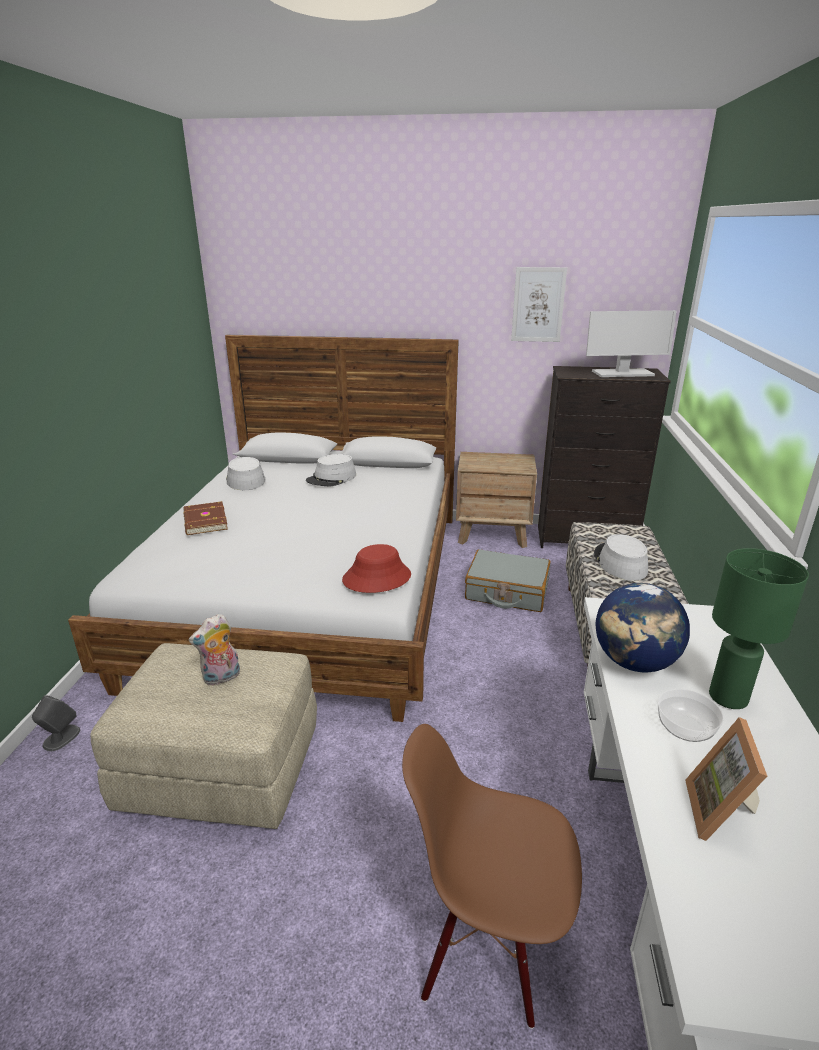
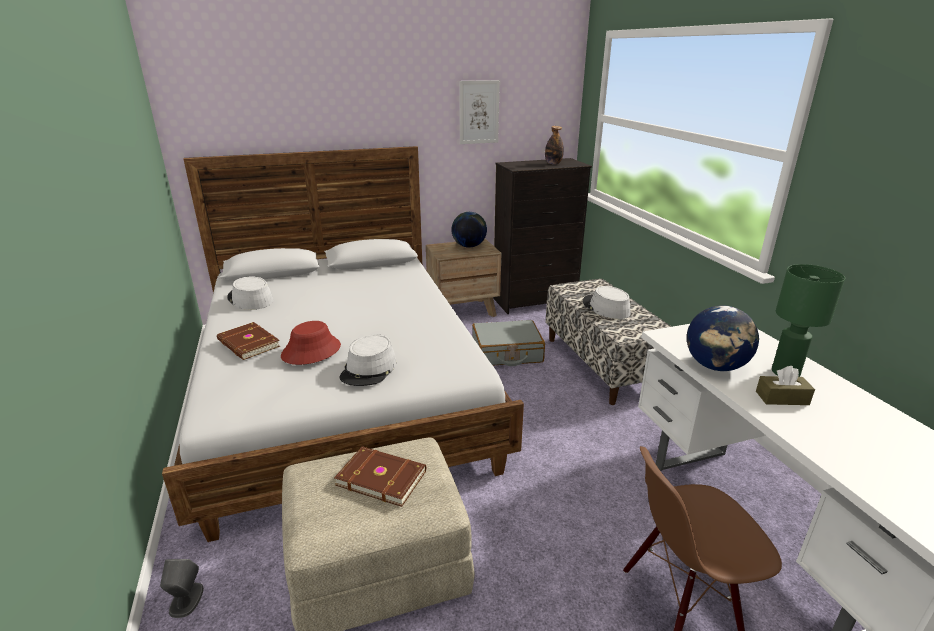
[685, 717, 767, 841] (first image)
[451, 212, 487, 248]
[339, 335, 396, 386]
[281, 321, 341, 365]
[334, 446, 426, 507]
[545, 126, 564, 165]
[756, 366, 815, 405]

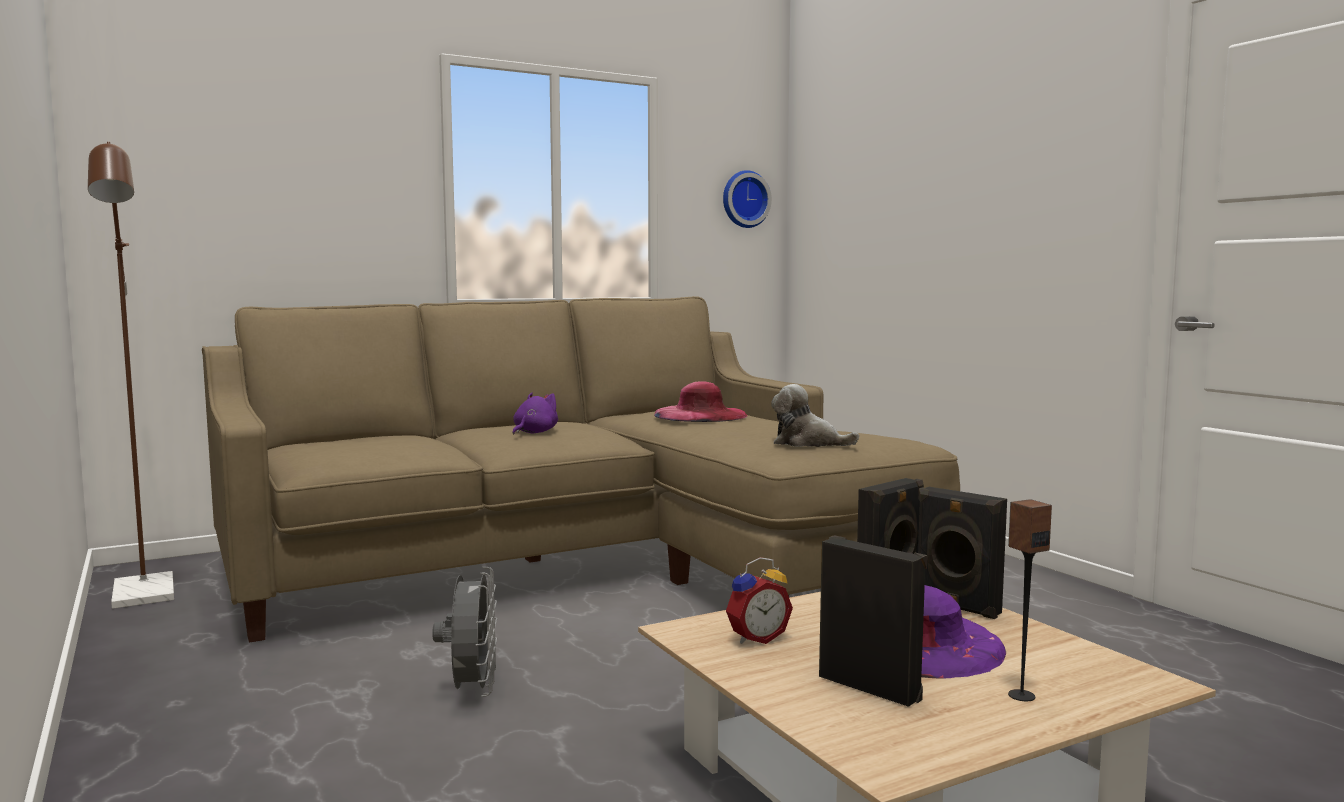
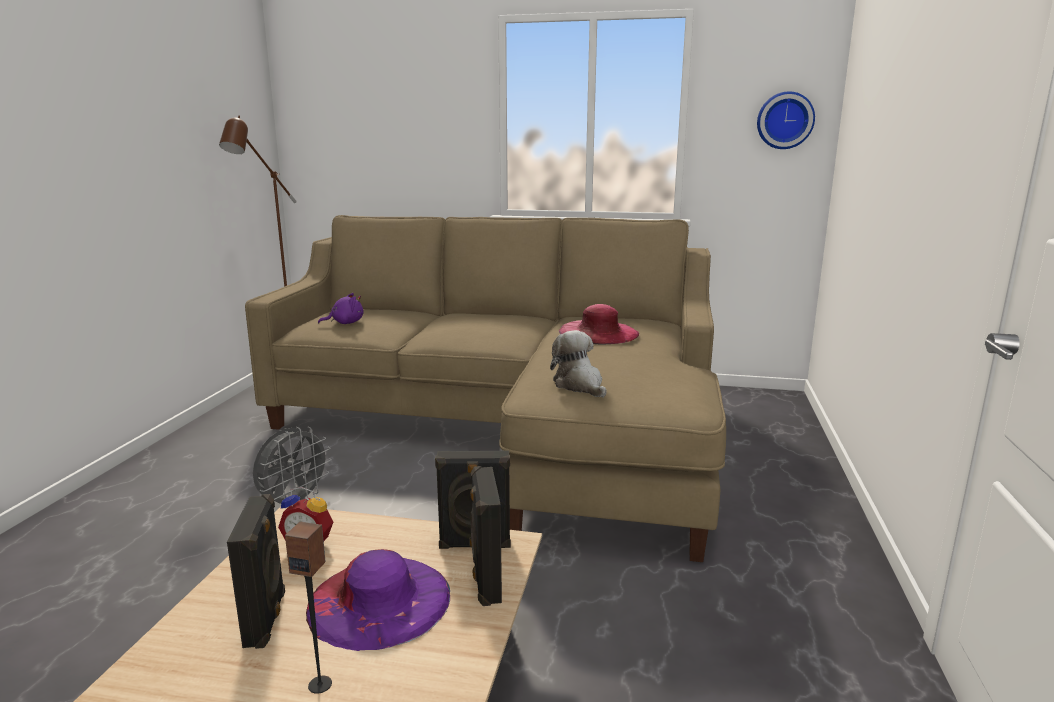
[318, 293, 364, 324]

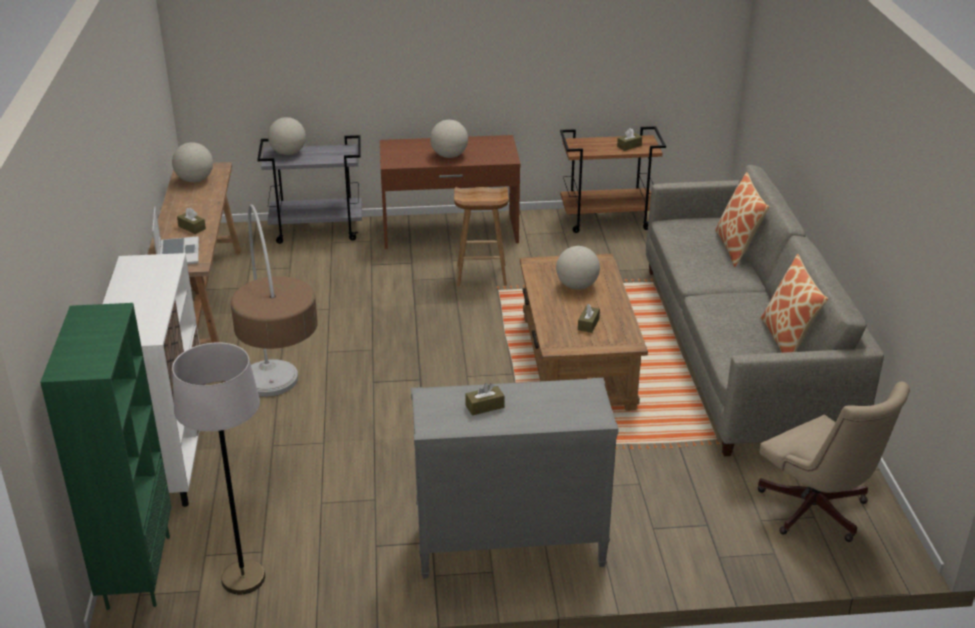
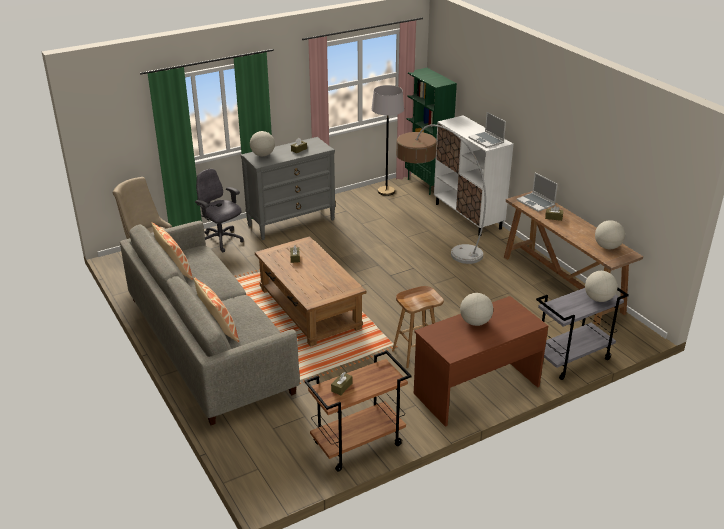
[195, 169, 244, 252]
[468, 112, 506, 148]
[250, 131, 275, 156]

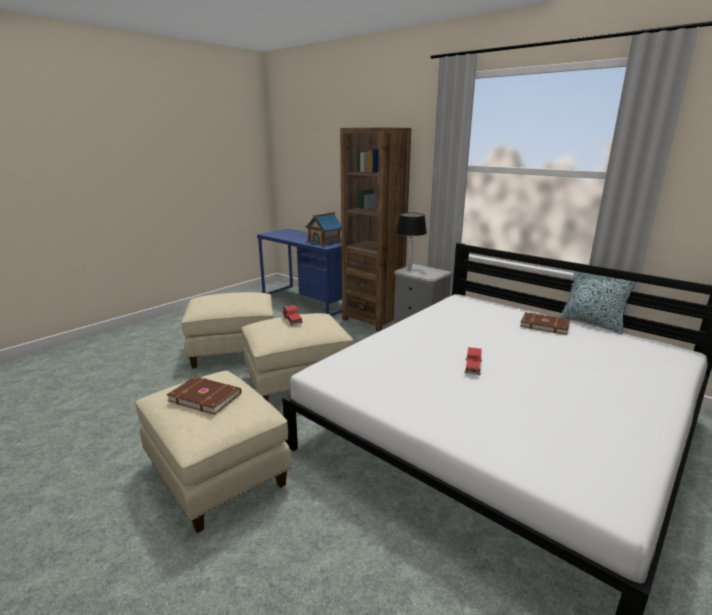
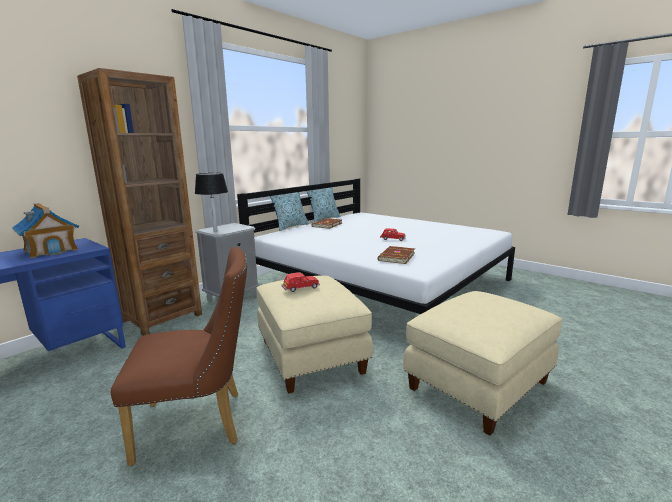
[270, 192, 309, 231]
[378, 246, 415, 264]
[111, 247, 247, 466]

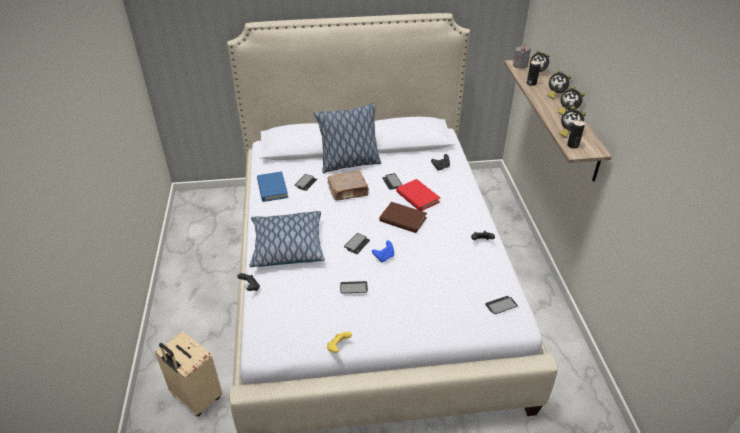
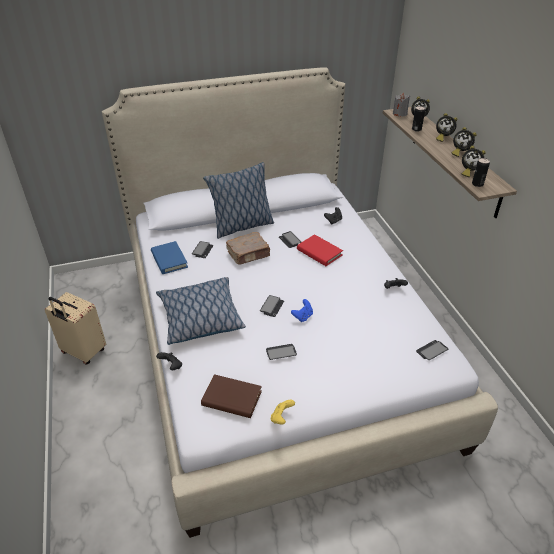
[44, 292, 106, 365]
[201, 374, 262, 418]

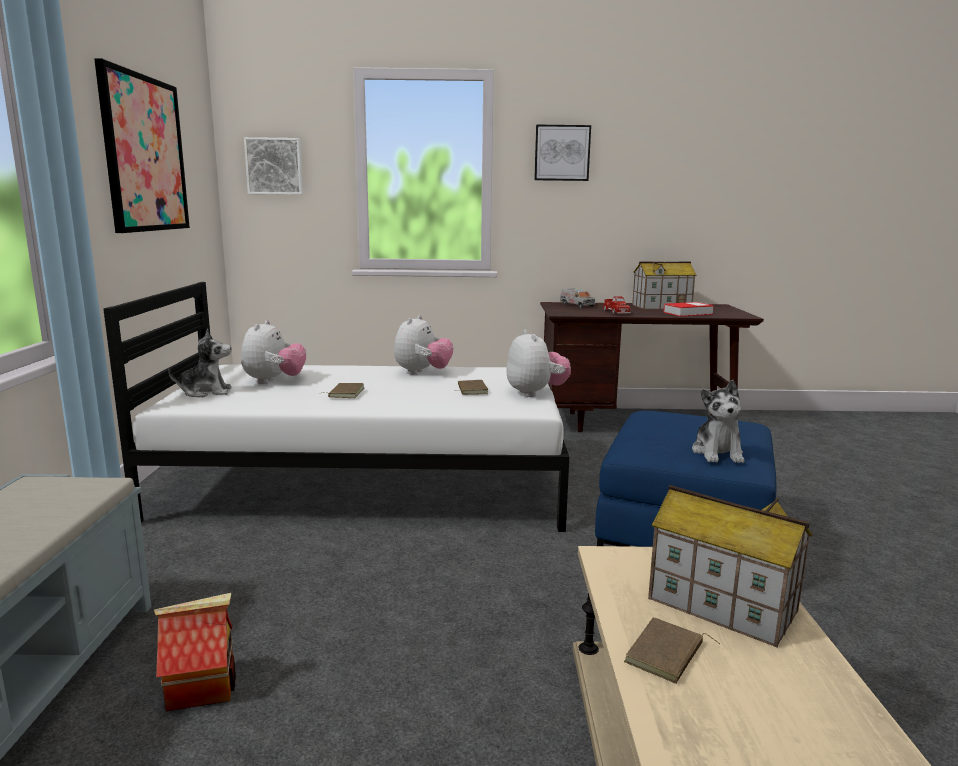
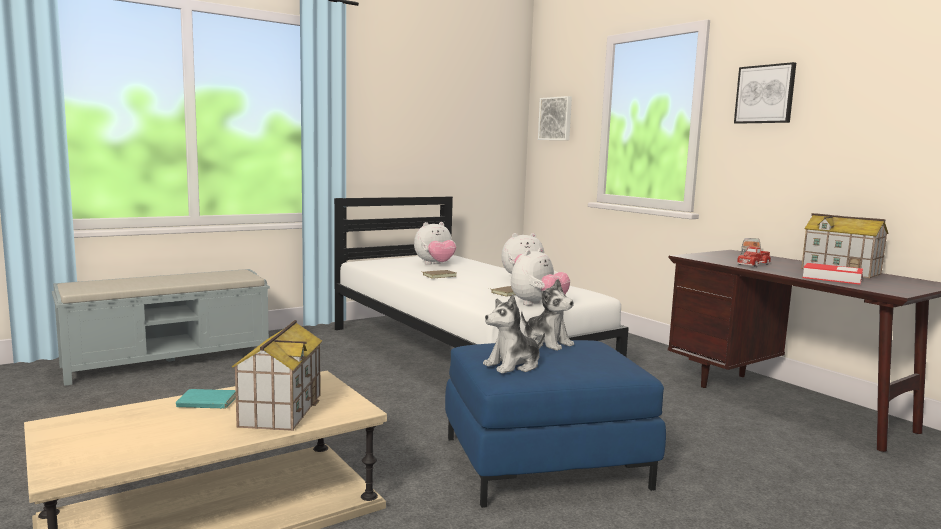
[94, 59, 190, 233] (first image)
[154, 593, 236, 711] (first image)
[521, 279, 574, 351]
[176, 389, 236, 409]

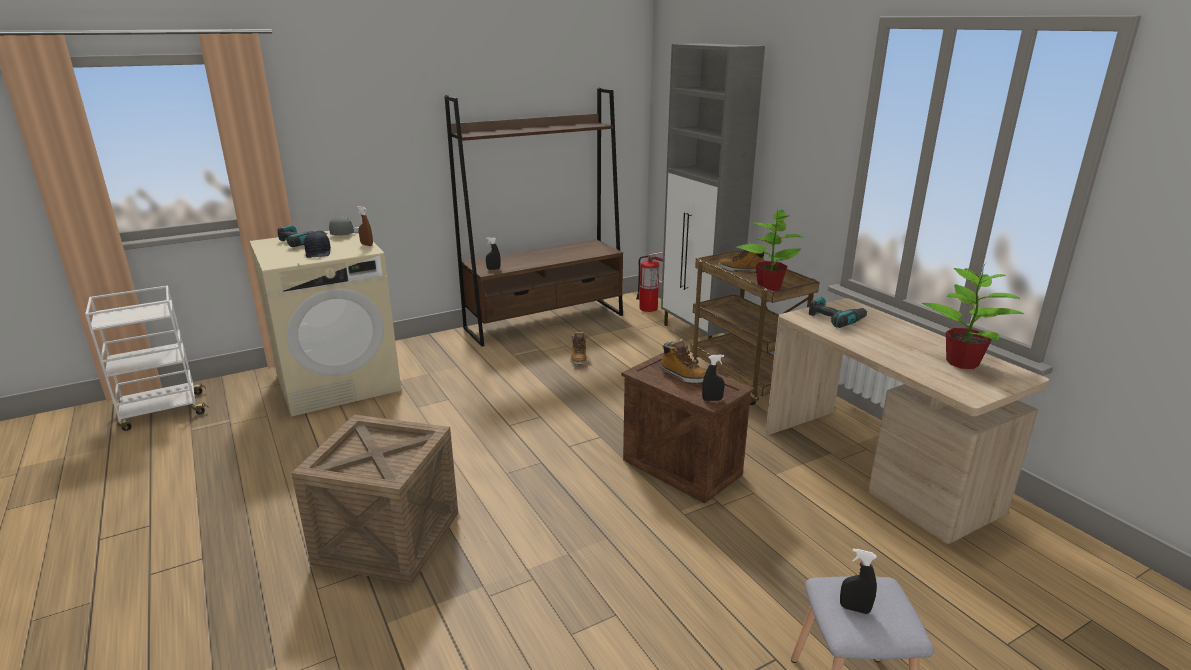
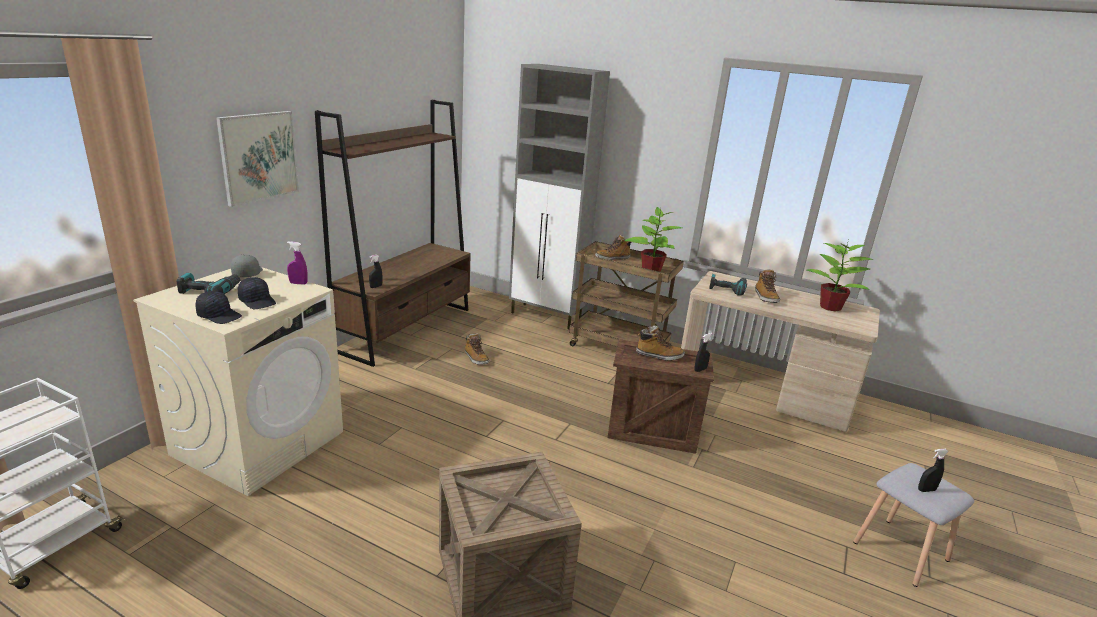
[636, 252, 663, 312] (first image)
[196, 291, 242, 324]
[216, 111, 299, 207]
[755, 269, 780, 303]
[287, 241, 308, 285]

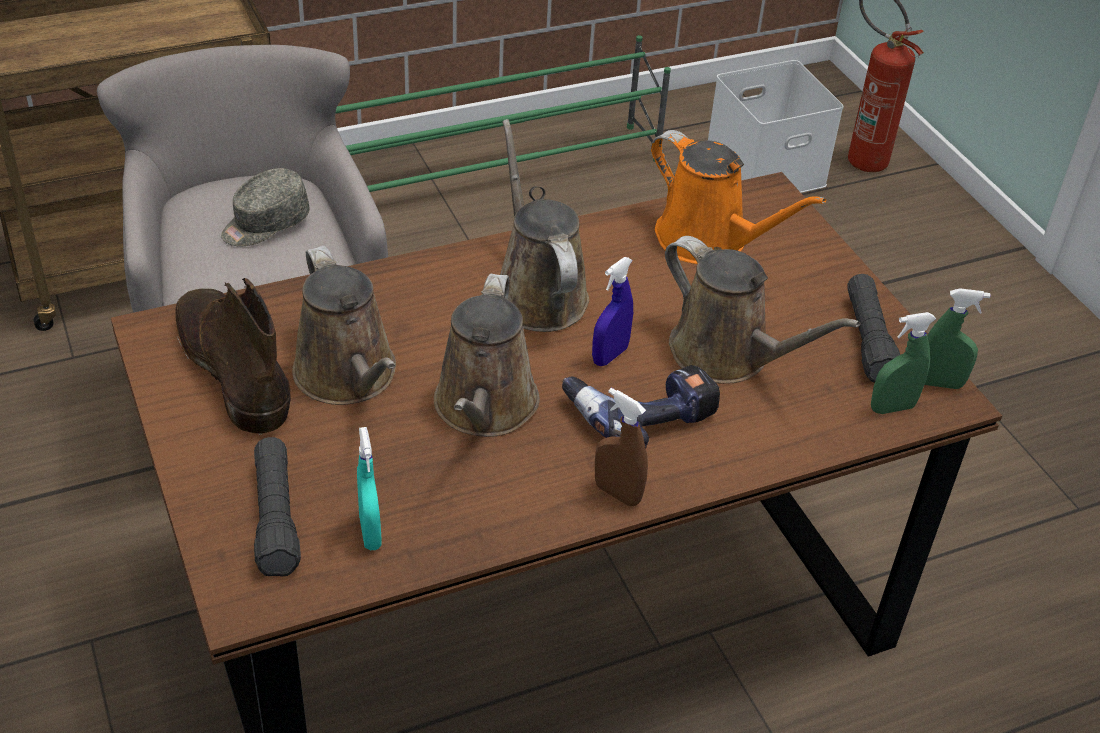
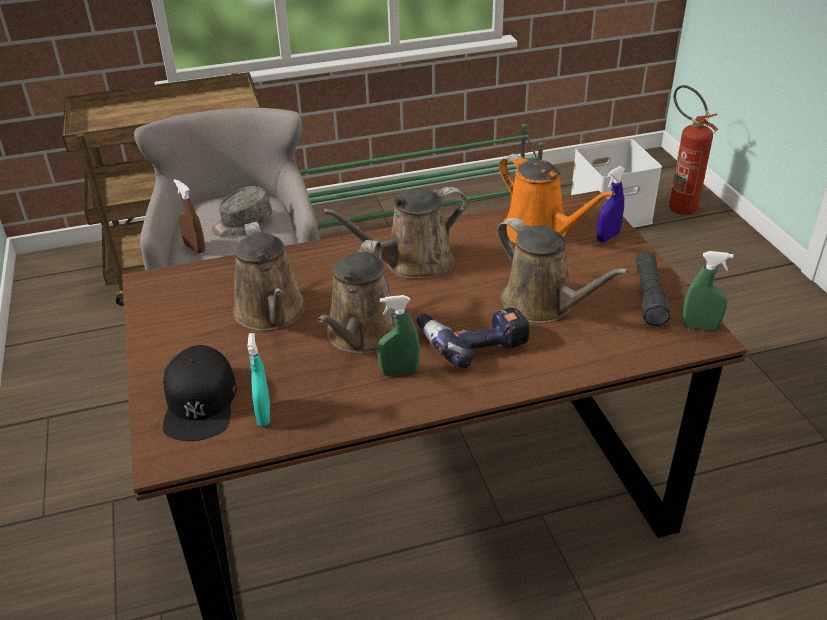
[175, 278, 291, 435] (first image)
[597, 166, 625, 242]
[173, 179, 205, 253]
[377, 295, 420, 376]
[163, 345, 237, 441]
[322, 187, 467, 278]

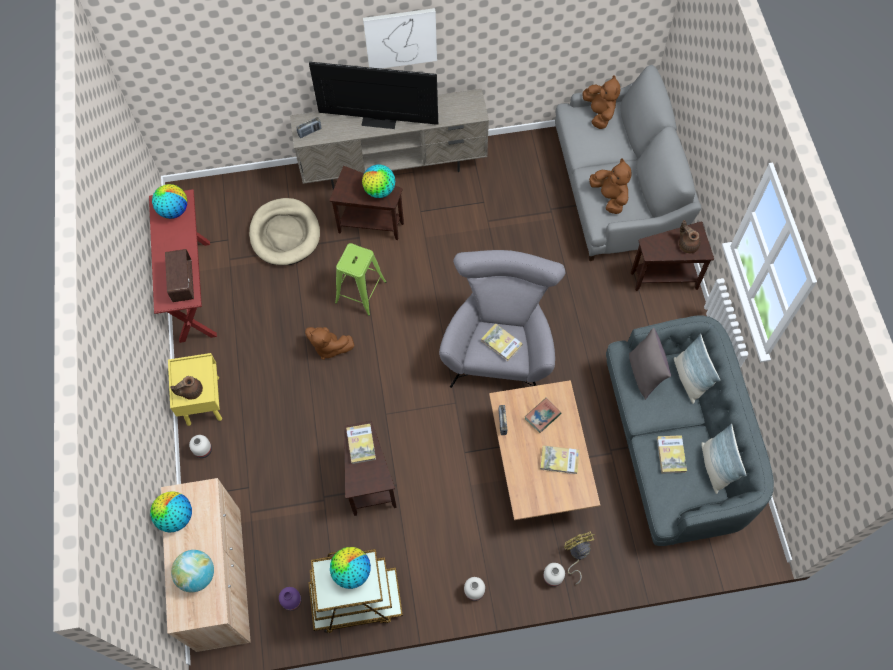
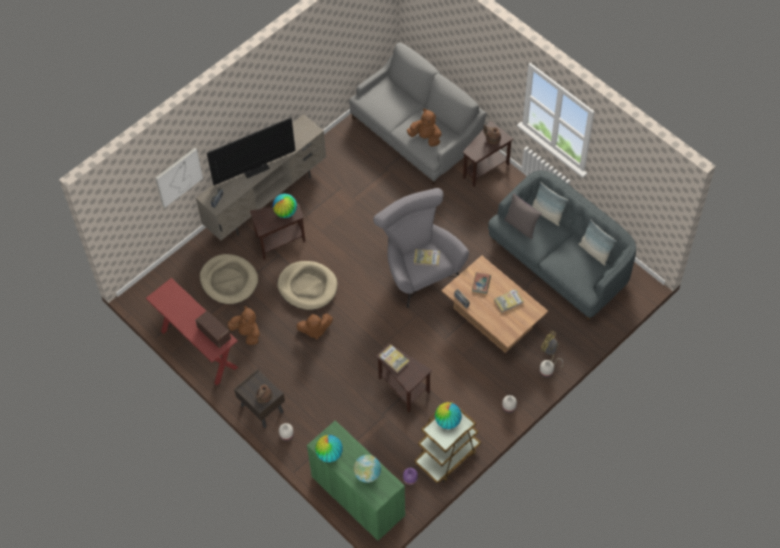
[152, 184, 188, 219] (first image)
[657, 435, 687, 474] (first image)
[155, 148, 203, 208]
[228, 306, 260, 345]
[277, 261, 338, 310]
[307, 420, 405, 541]
[234, 369, 285, 428]

